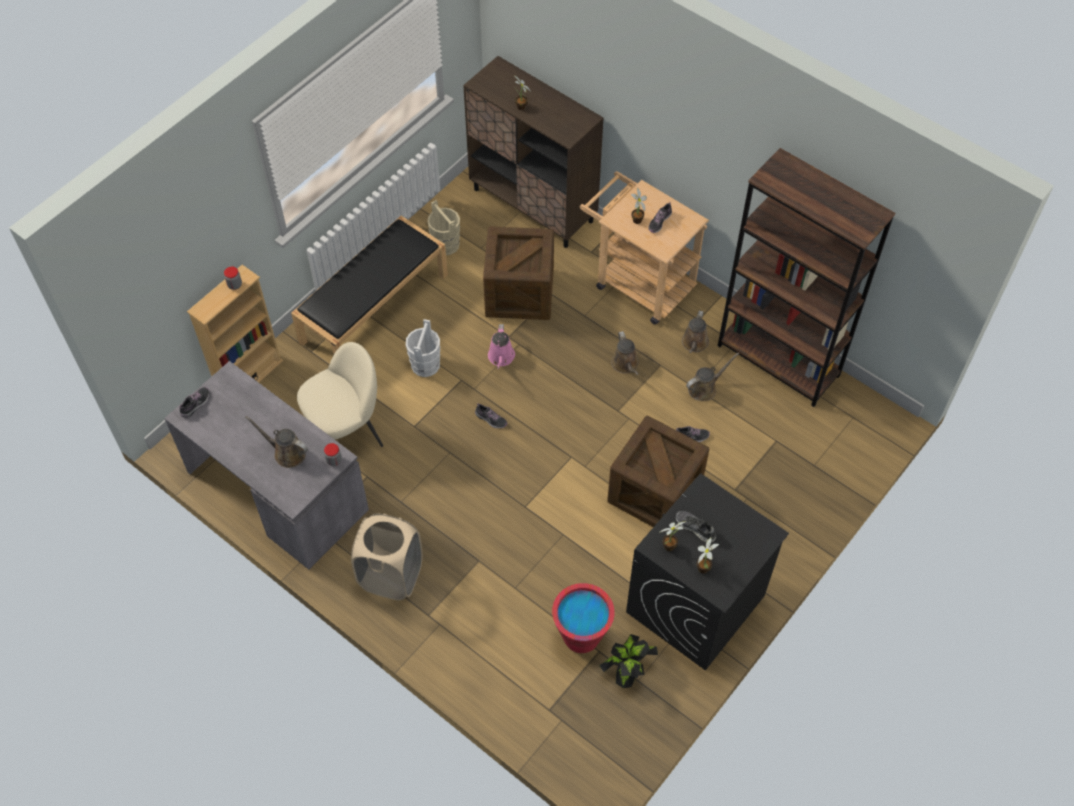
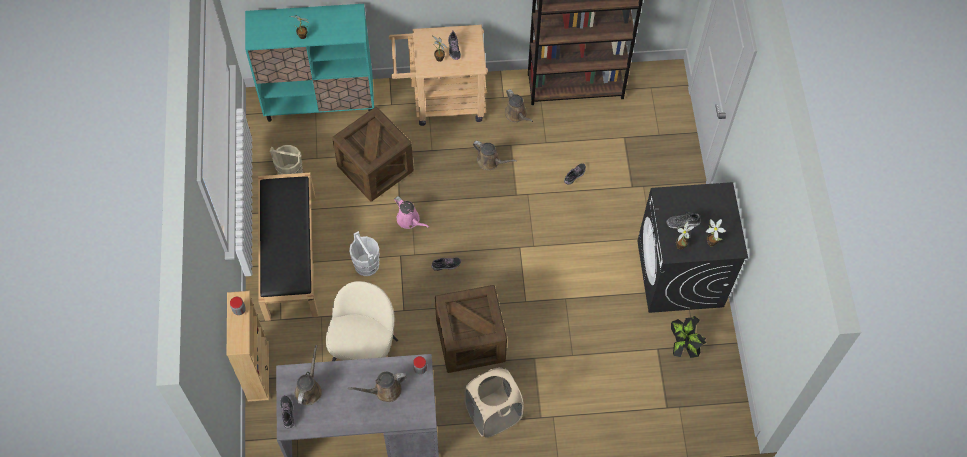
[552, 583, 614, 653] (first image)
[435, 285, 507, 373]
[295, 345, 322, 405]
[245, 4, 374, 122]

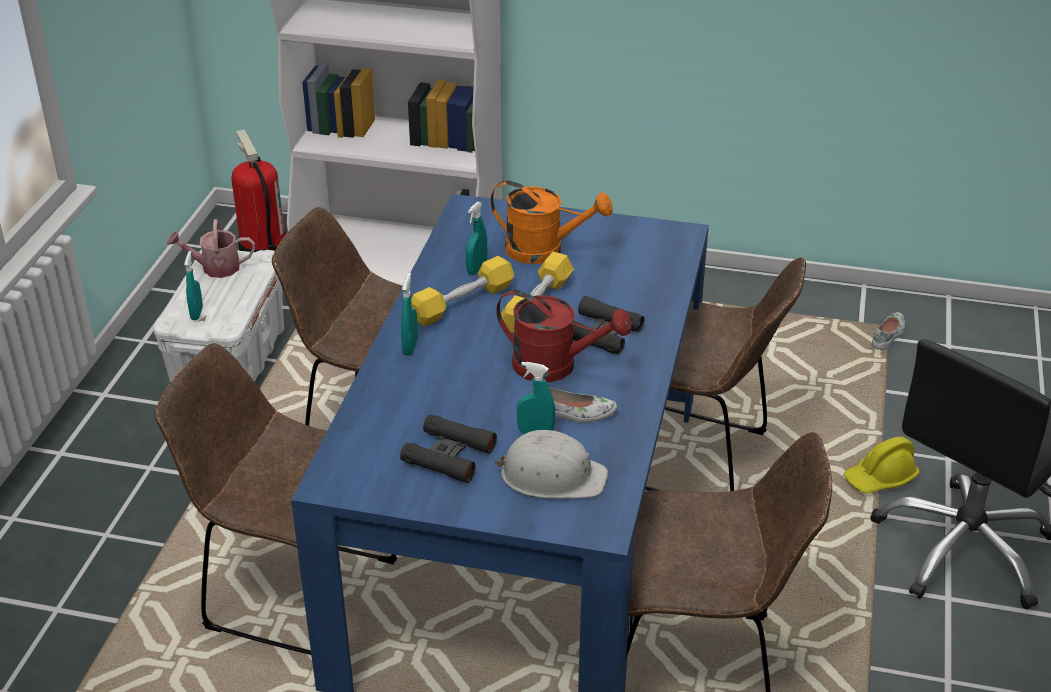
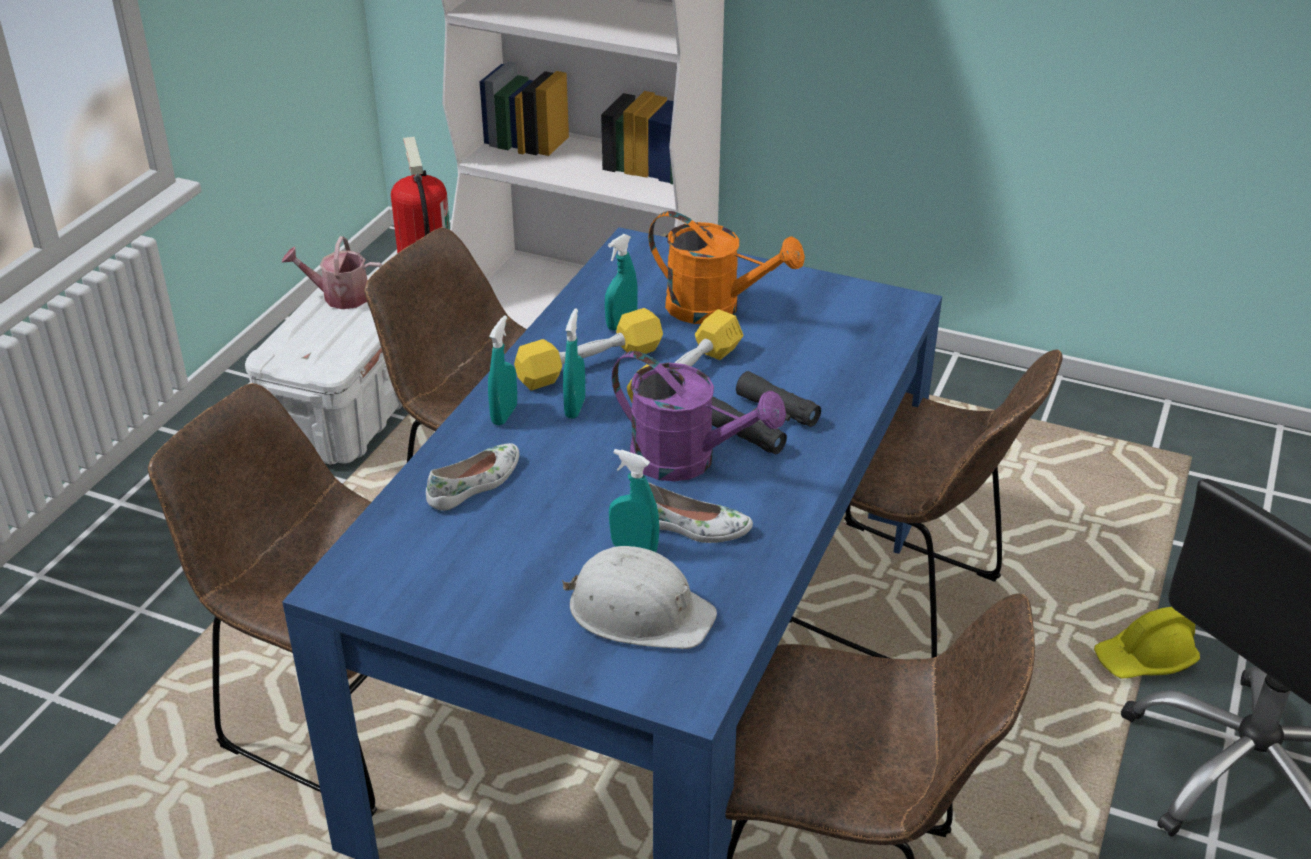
[400, 415, 497, 483] (first image)
[563, 308, 585, 419]
[426, 443, 519, 511]
[612, 351, 786, 481]

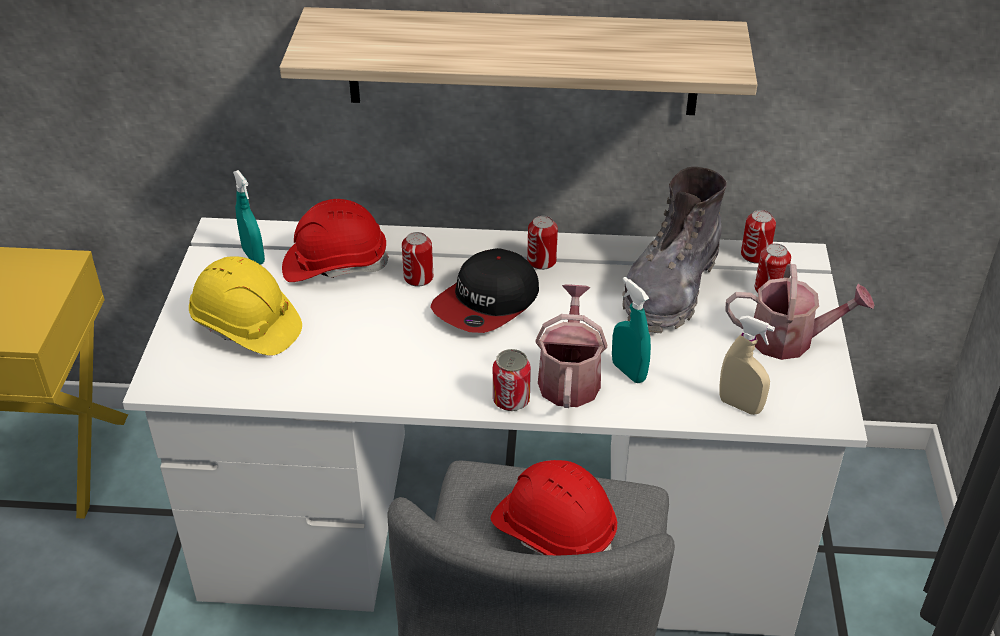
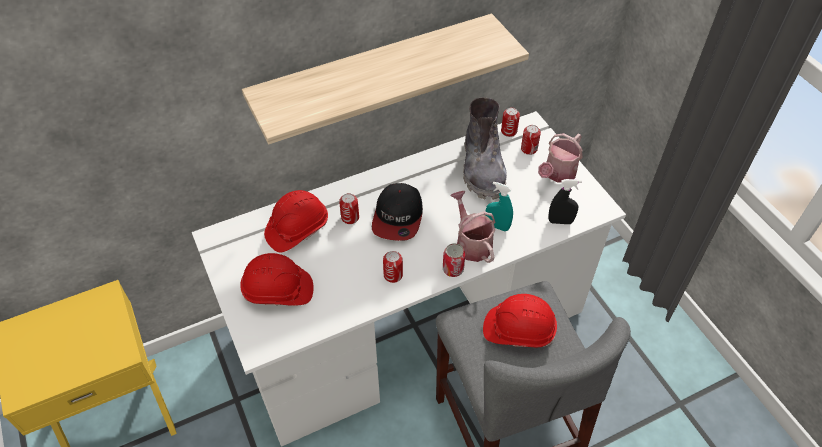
[233, 170, 265, 265] (first image)
[383, 251, 403, 283]
[240, 253, 314, 306]
[548, 179, 582, 224]
[538, 133, 583, 183]

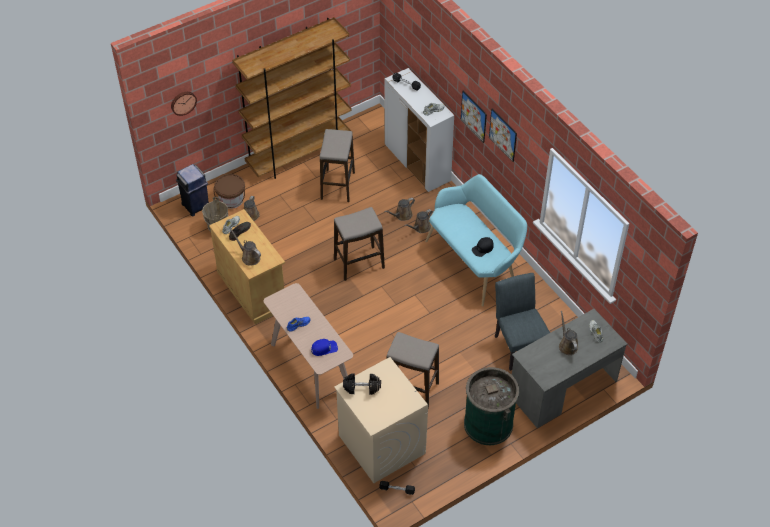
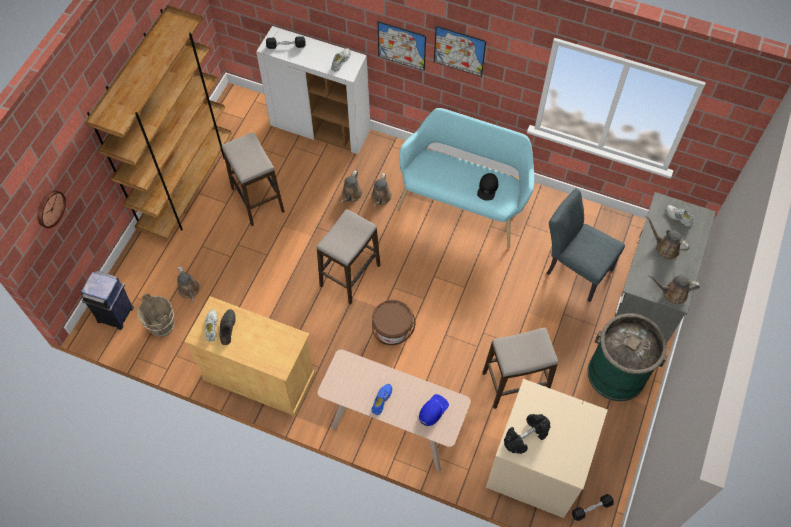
[372, 300, 416, 345]
[648, 275, 700, 304]

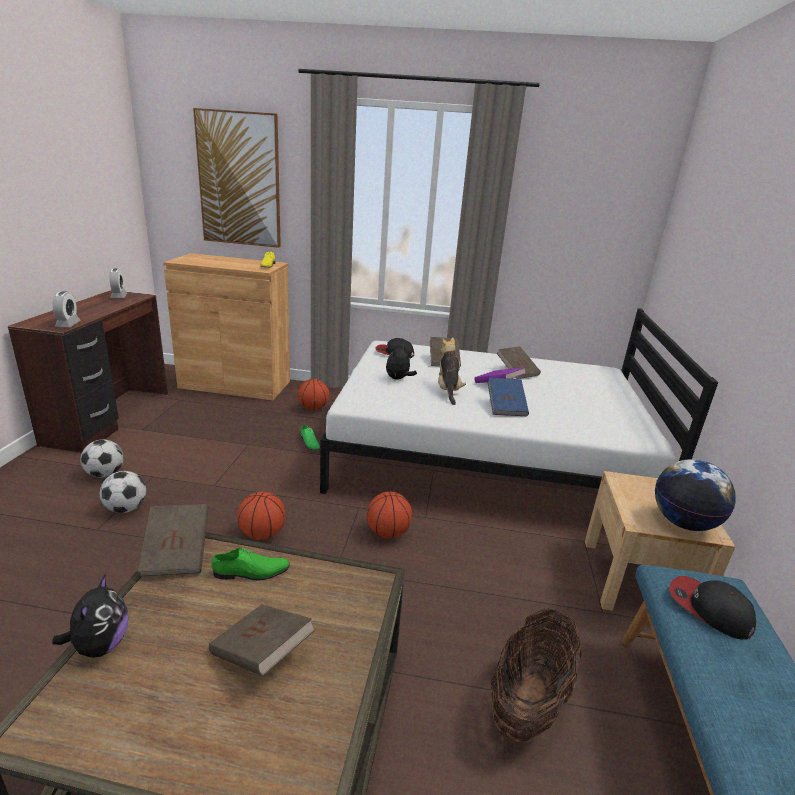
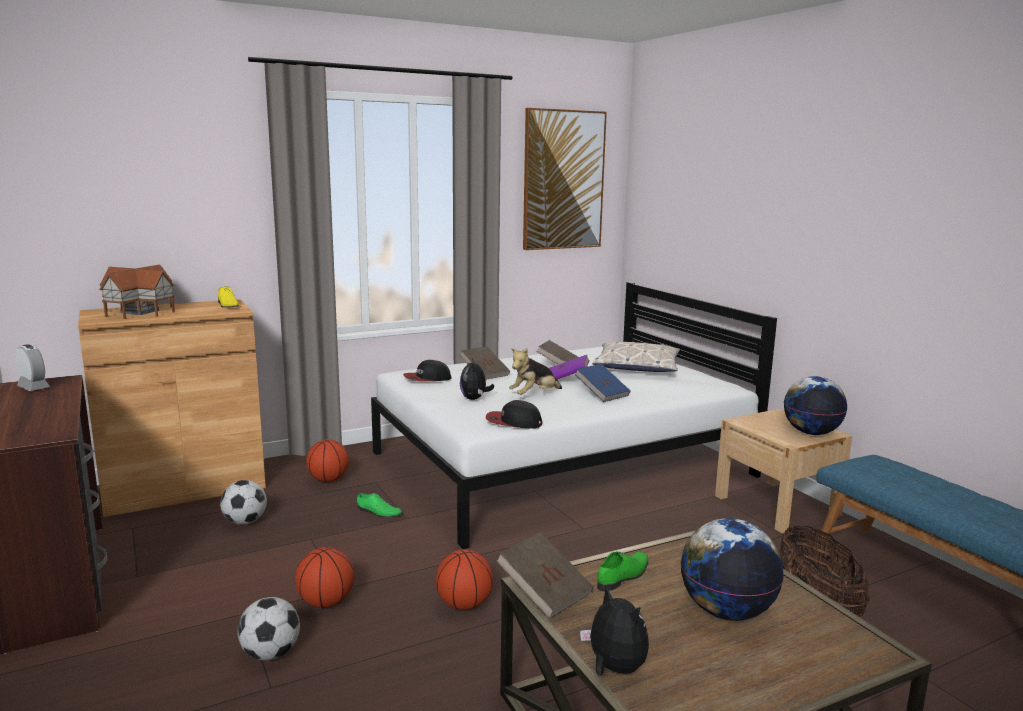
[53, 291, 81, 327] (first image)
[99, 265, 175, 319]
[592, 342, 680, 372]
[220, 480, 267, 525]
[523, 108, 607, 250]
[295, 547, 354, 608]
[486, 400, 542, 428]
[681, 518, 784, 621]
[509, 348, 562, 395]

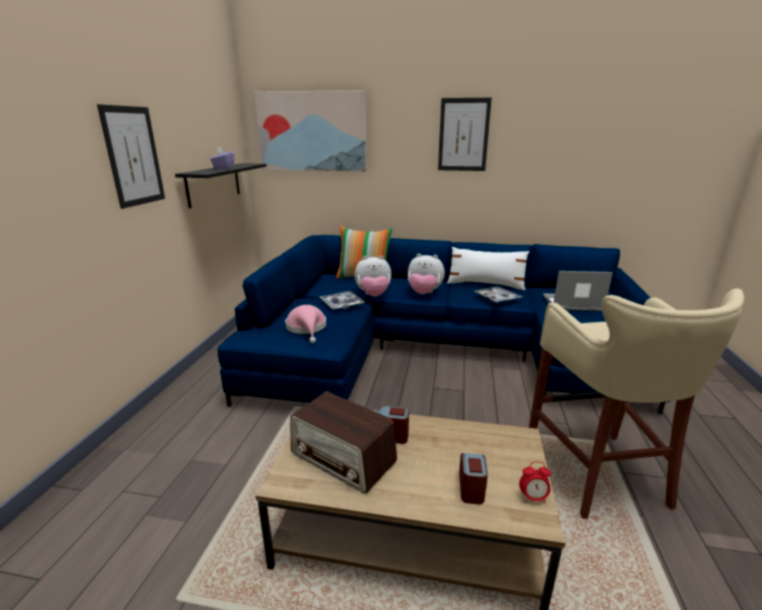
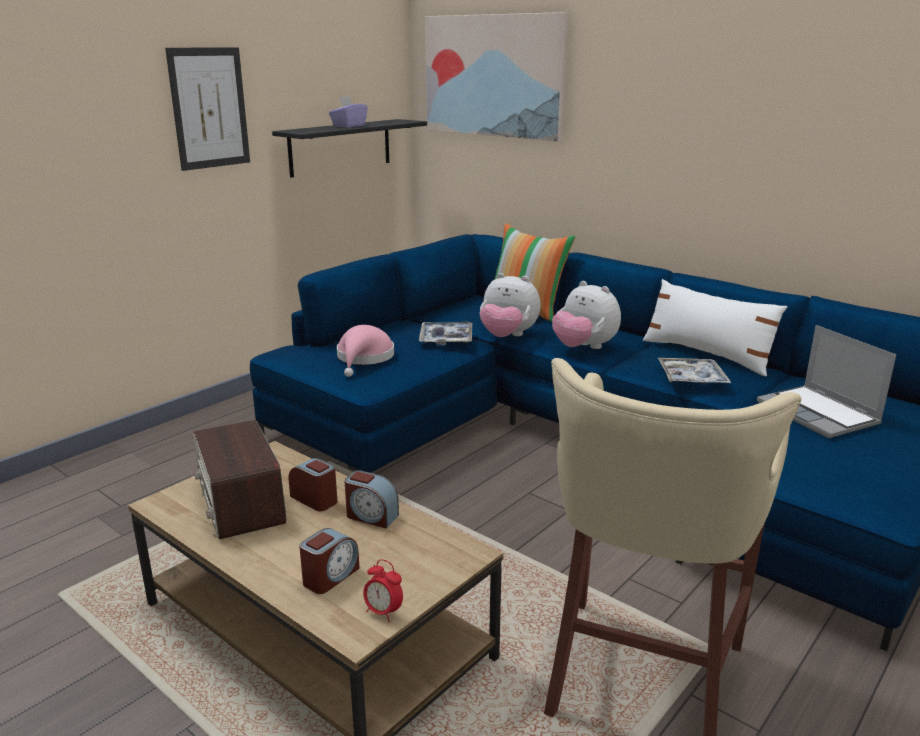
[438, 98, 492, 171] (first image)
[345, 470, 399, 529]
[757, 325, 896, 438]

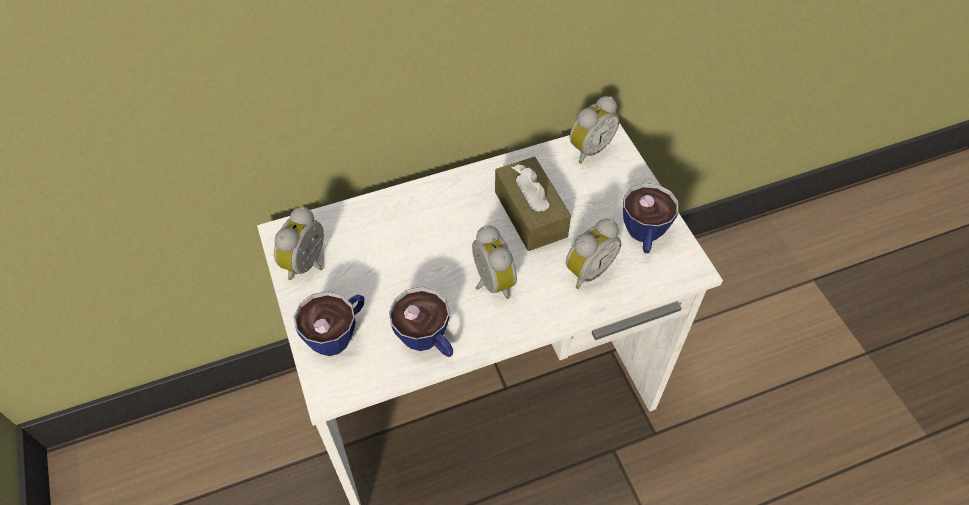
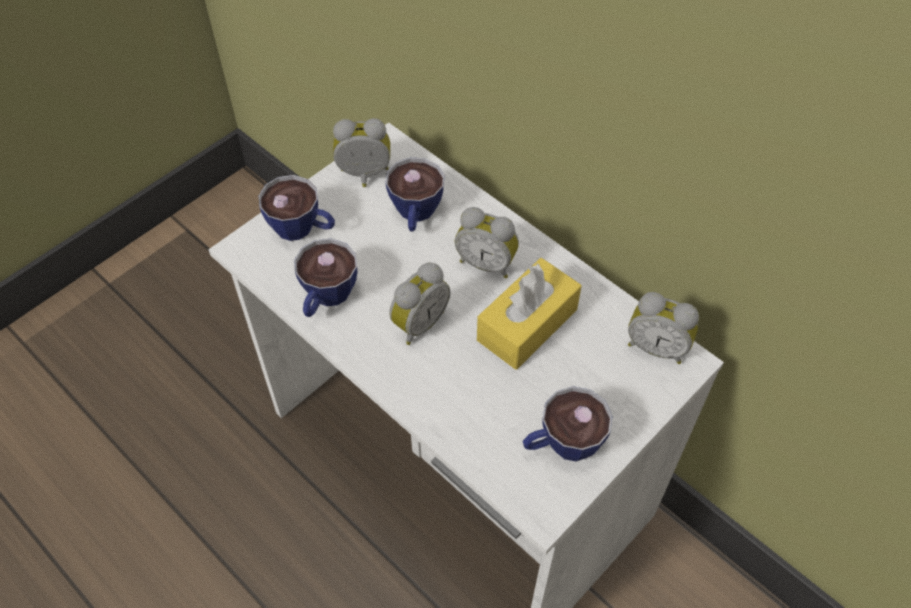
[385, 158, 445, 231]
[455, 207, 519, 278]
[477, 258, 581, 370]

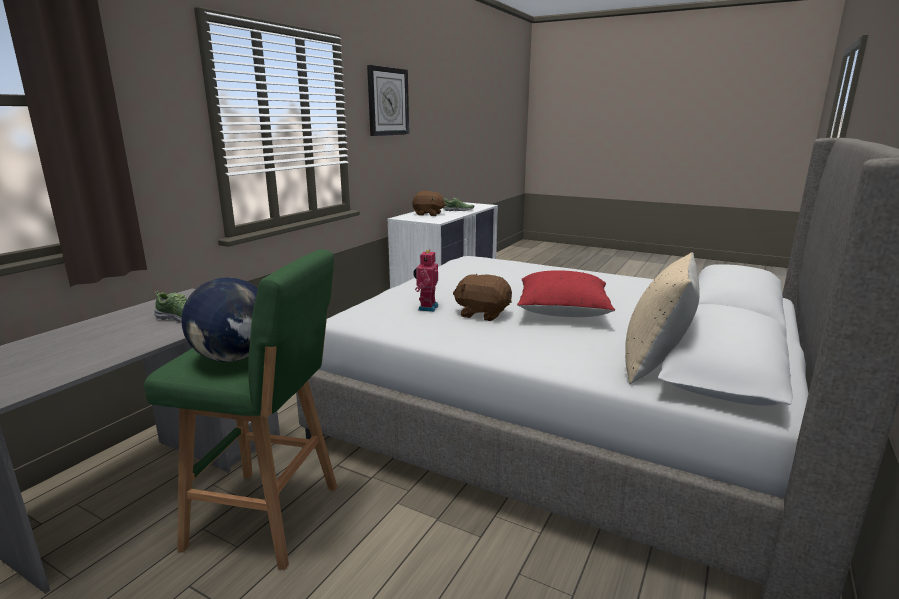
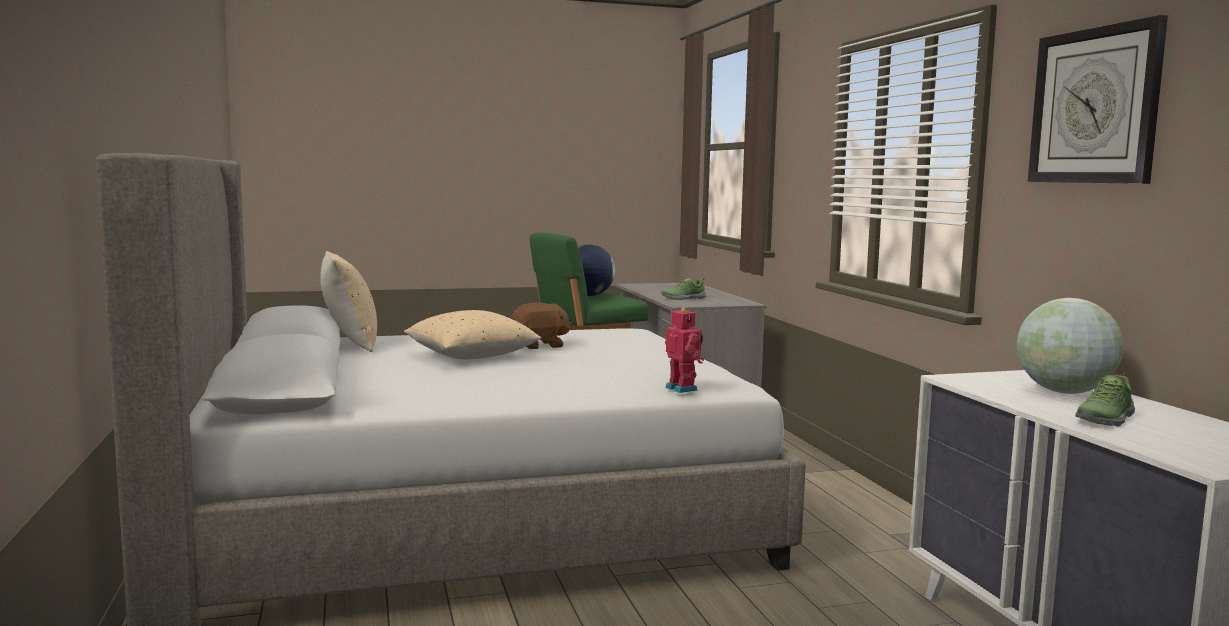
[665, 307, 704, 393]
[1017, 298, 1124, 394]
[404, 310, 541, 359]

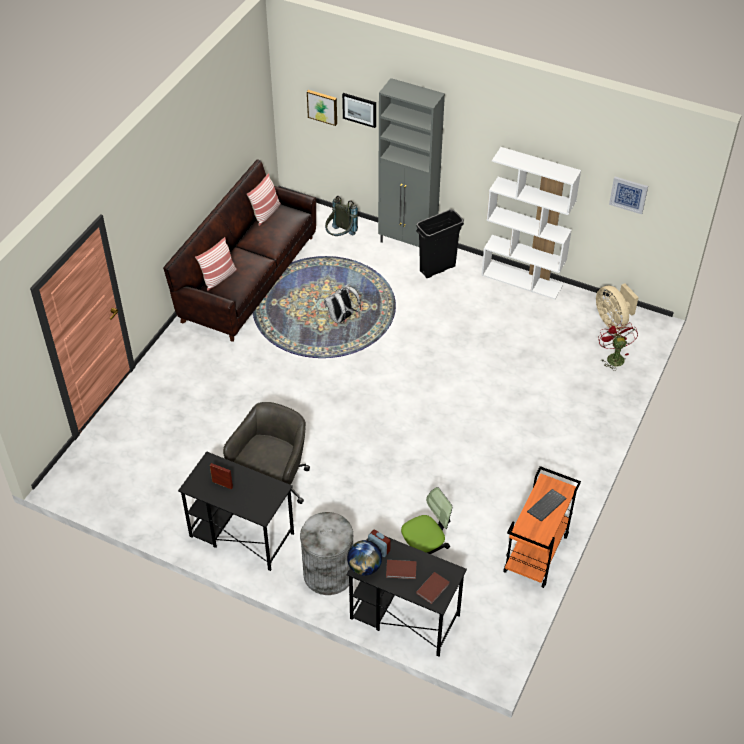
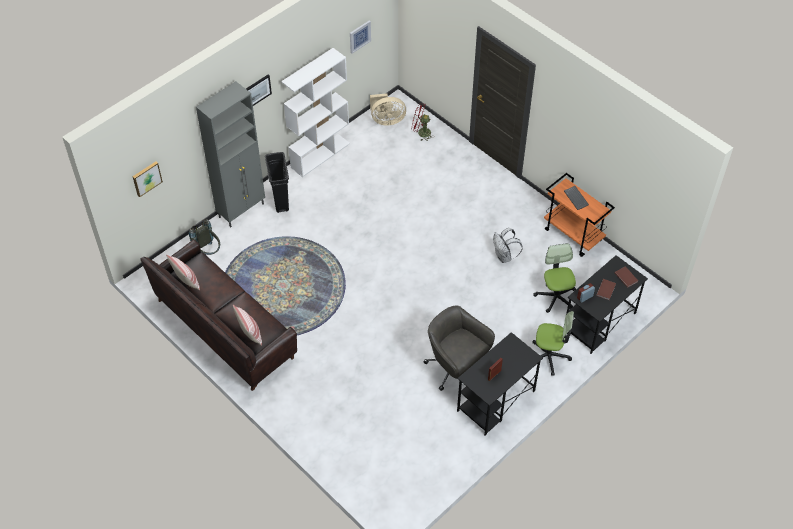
[347, 540, 382, 576] (first image)
[493, 228, 523, 263]
[246, 75, 272, 106]
[532, 311, 574, 376]

